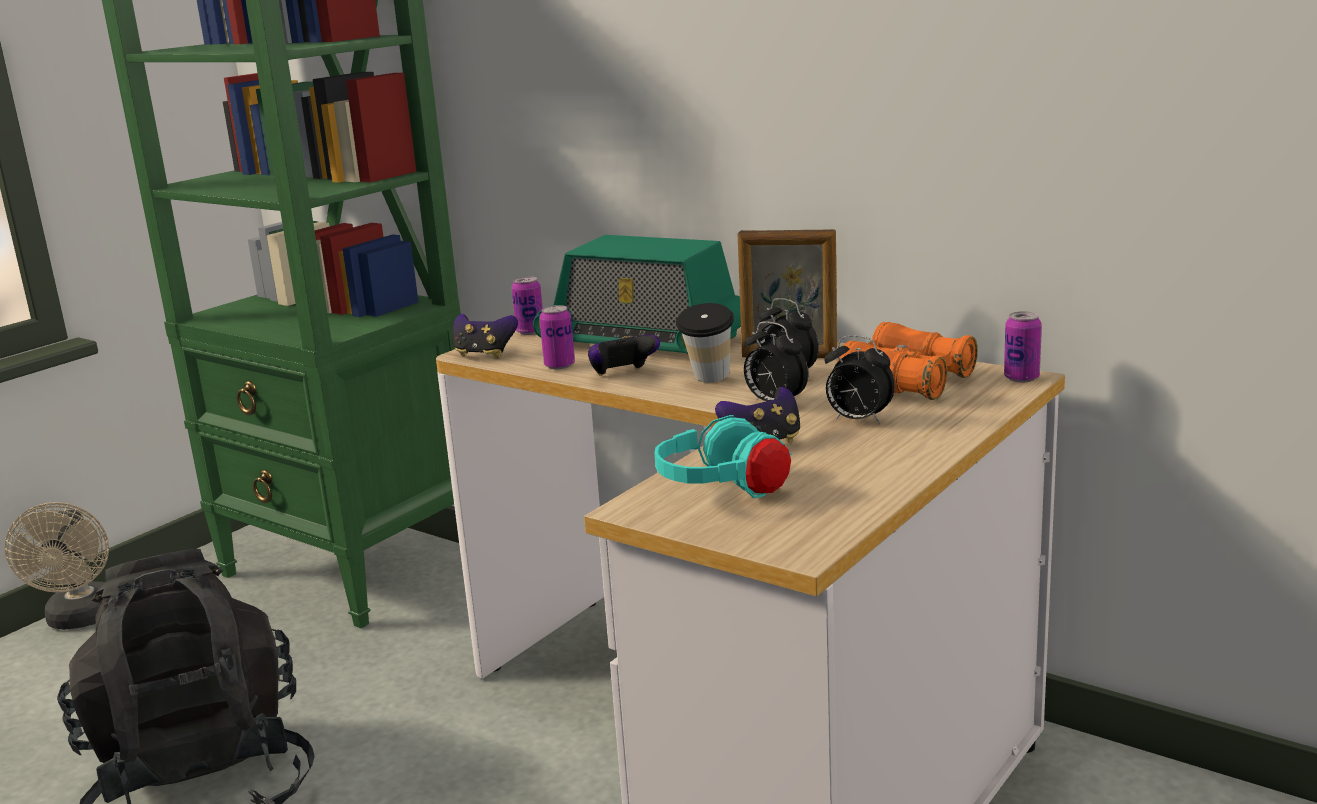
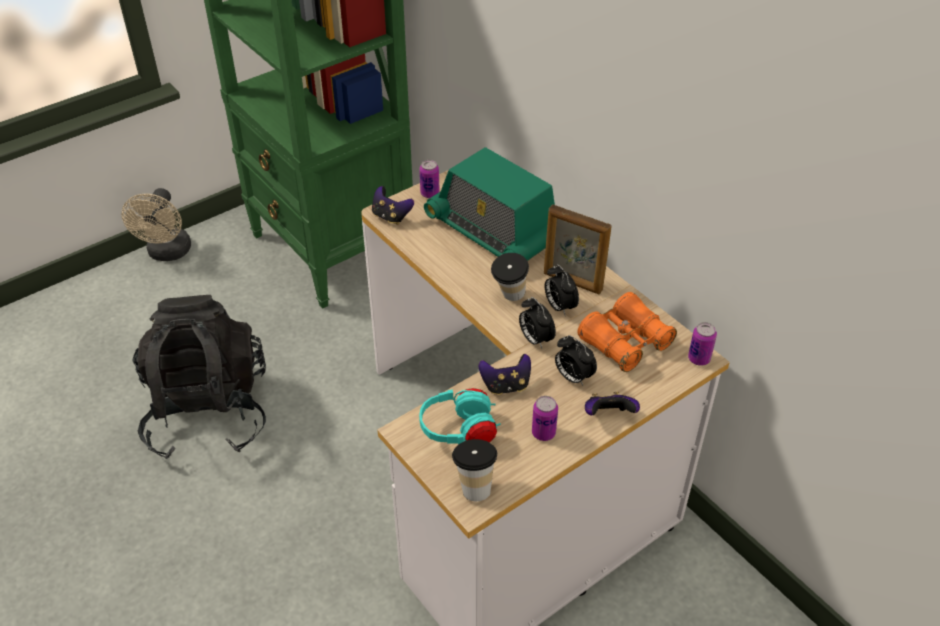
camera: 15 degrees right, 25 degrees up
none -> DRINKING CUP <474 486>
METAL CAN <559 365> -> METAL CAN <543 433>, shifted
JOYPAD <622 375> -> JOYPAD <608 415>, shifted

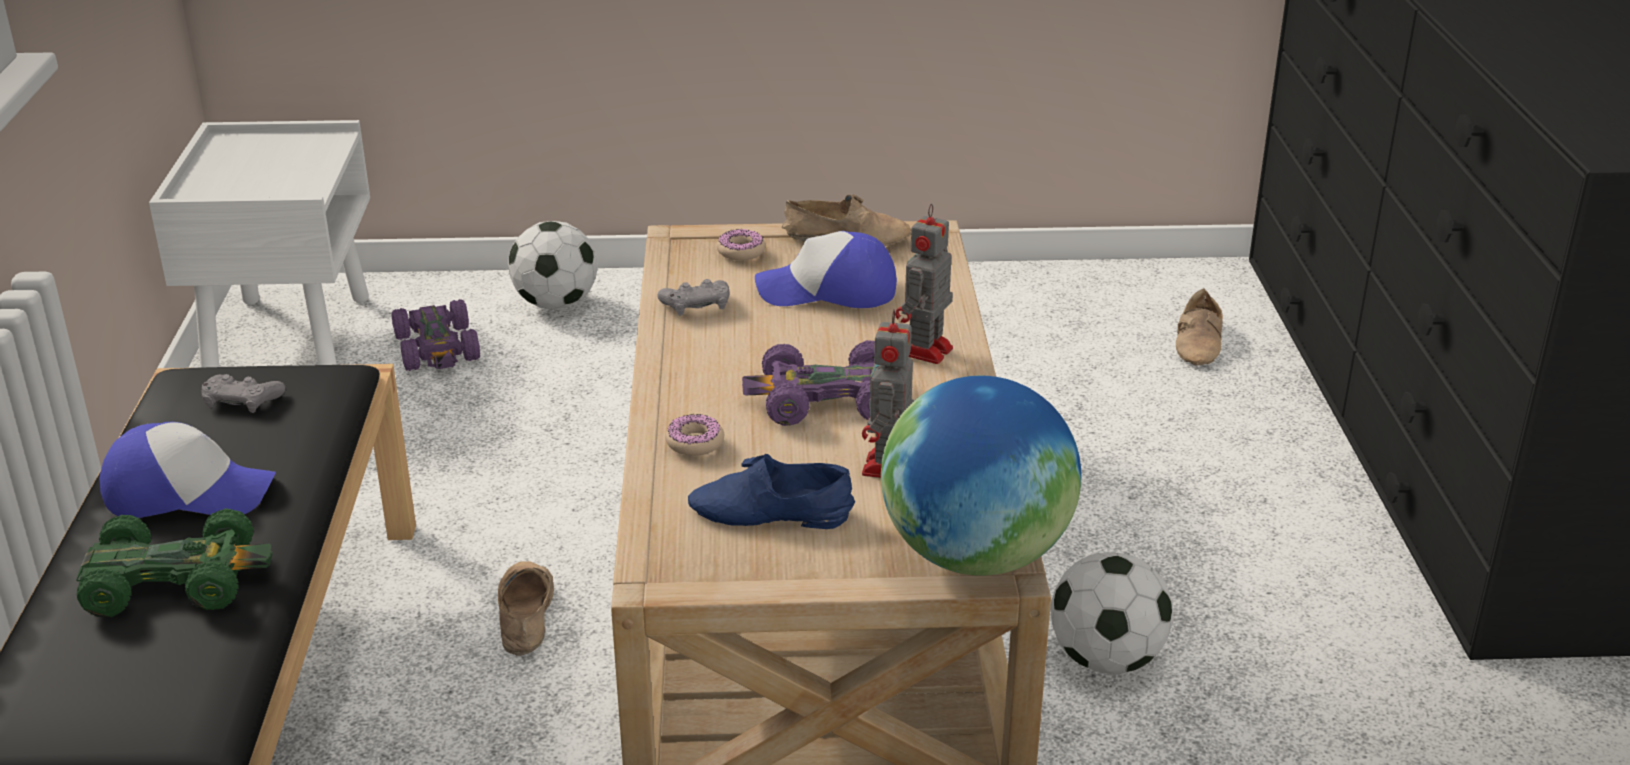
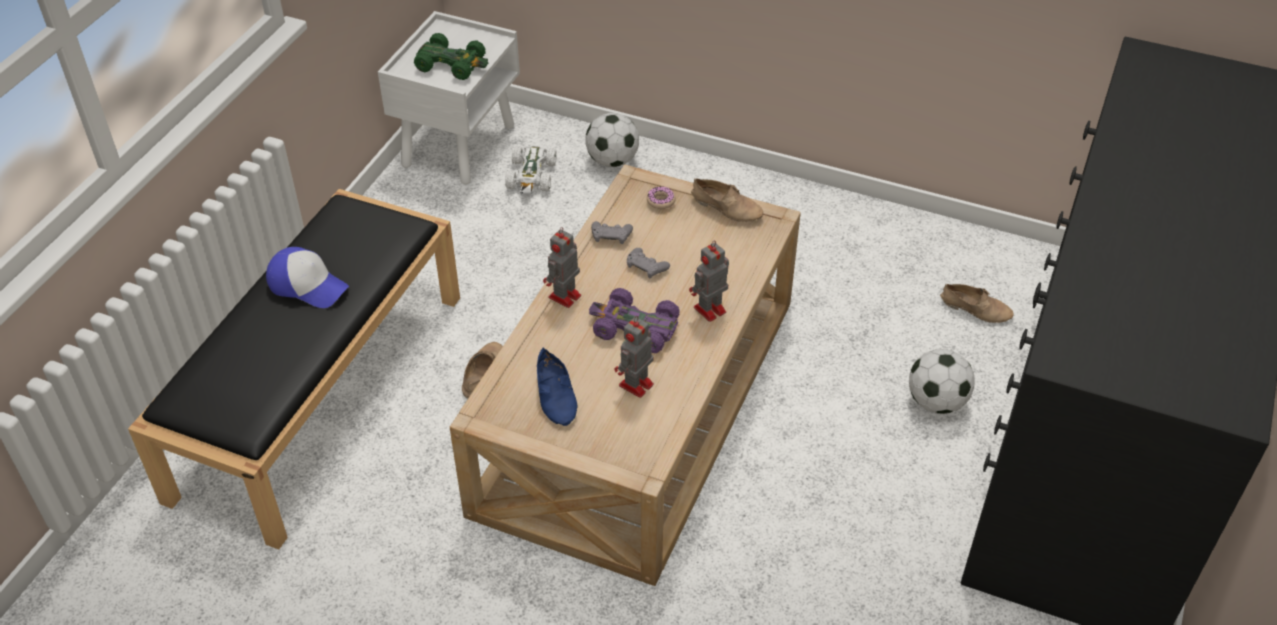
camera: 25 degrees right, 15 degrees up
GREEN MODEL CAR <176 580> -> GREEN MODEL CAR <452 64>, shifted
PURPLE MODEL CAR <438 349> -> WHITE-COLOURED MODEL CAR <531 176>
BLUE-COLOURED ITEM OF FOOTWEAR <770 514> -> BLUE-COLOURED ITEM OF FOOTWEAR <557 395>, 135 degrees counterclockwise
none -> ROBOT FIGURE <563 297>
GRAY JOYPAD <242 400> -> GRAY JOYPAD <646 266>, shifted
BALL FOR FOOTBALL <1106 659> -> BALL FOR FOOTBALL <936 402>, shifted
BEIGE-COLOURED ITEM OF FOOTWEAR <1201 343> -> BEIGE-COLOURED ITEM OF FOOTWEAR <976 308>, 105 degrees counterclockwise
RING DOUGHNUT <695 442> -> none
BASEBALL CAP <828 291> -> none
DESK GLOBE <977 556> -> none

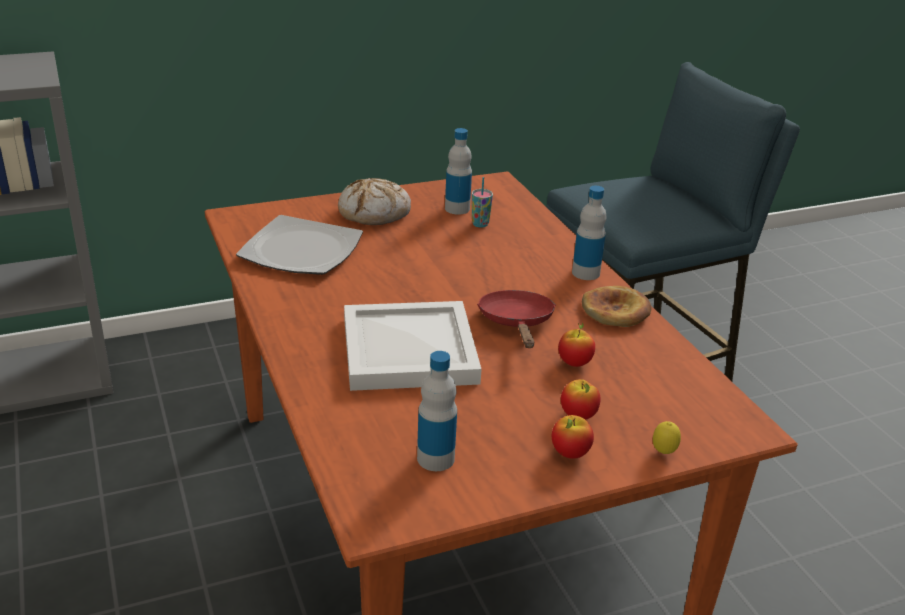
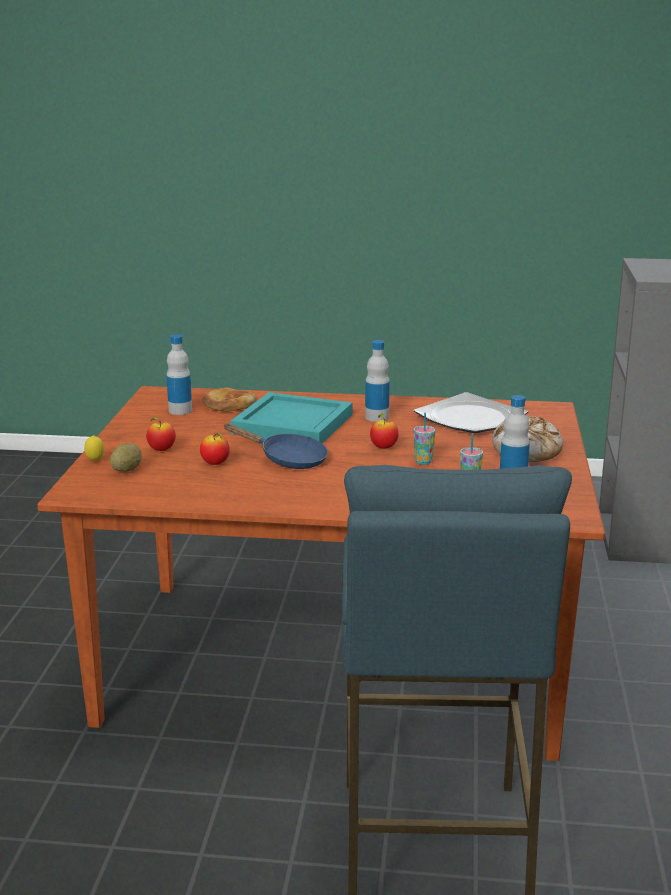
camera: 120 degrees right, 10 degrees down
none -> SPUD <126 470>
BREAD <615 311> -> BREAD <228 404>, shifted
REDDISH SKILLET <517 323> -> BLUE-COLOURED SKILLET <287 459>
WHITE-COLOURED SERVING TRAY <407 351> -> TURQUOISE-COLOURED SERVING TRAY <292 423>
BOTTLE <585 273> -> BOTTLE <377 417>, shifted
APPLE <570 453> -> APPLE <383 447>, shifted
none -> DRINKING CUP <423 462>

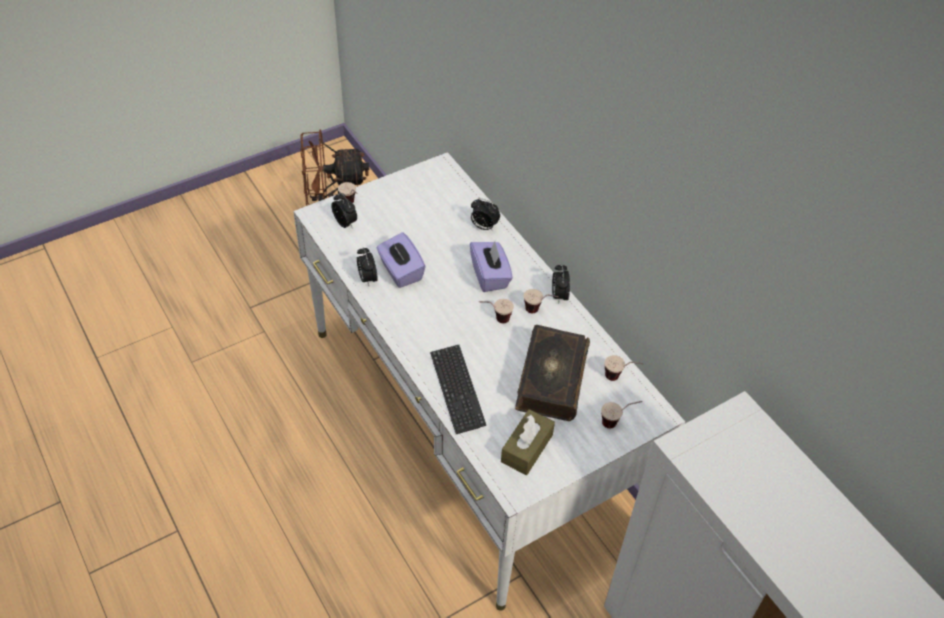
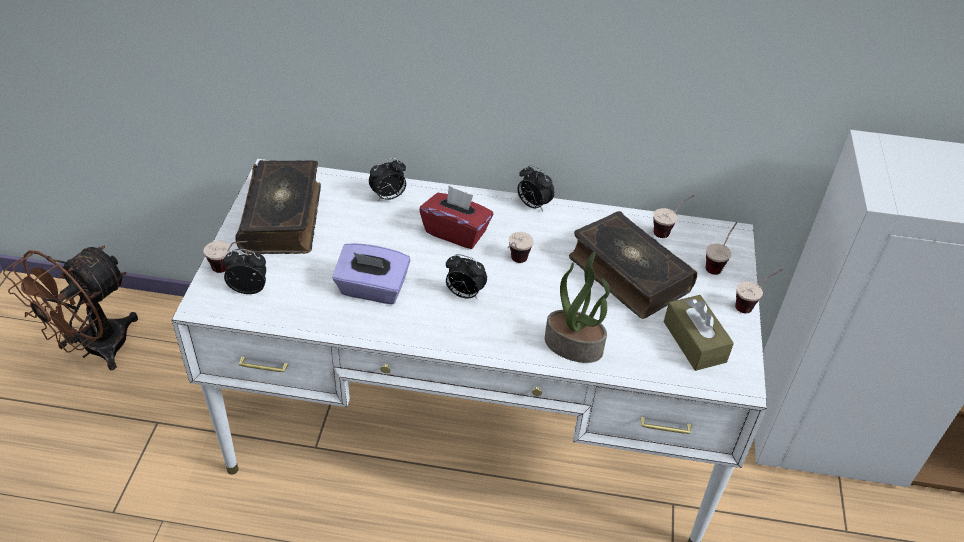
camera: 50 degrees left, 5 degrees down
none -> BOUND BOOK <283 217>
PURPLE BOX OF TISSUES <490 276> -> REDDISH BOX OF TISSUES <456 232>
ALARM CLOCK <367 278> -> ALARM CLOCK <464 294>, shifted
COMPUTER KEYBOARD <457 389> -> HOUSEPLANT <574 345>
DRINKING CUP <539 311> -> DRINKING CUP <752 305>, shifted

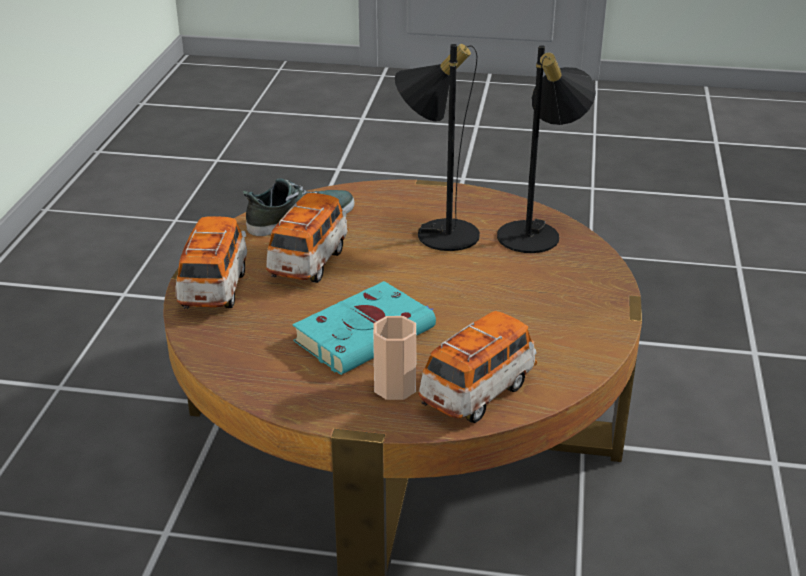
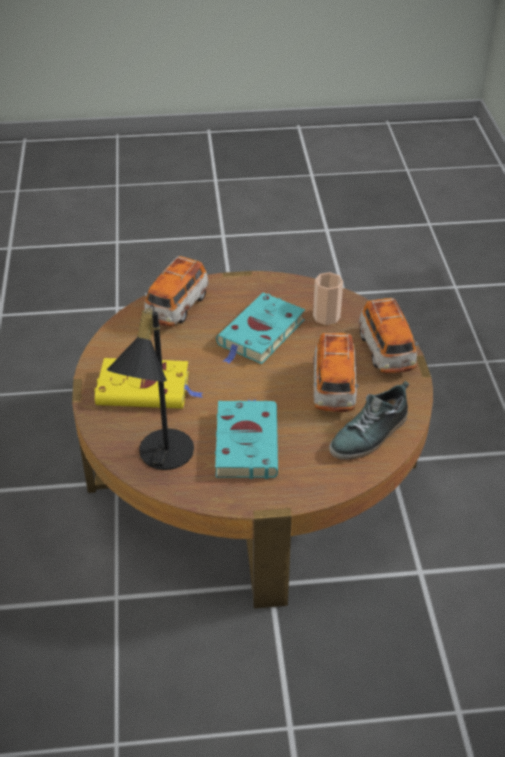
camera: 165 degrees right, 10 degrees up
none -> YELLOW-COLOURED BOUND BOOK <146 389>
BLACKISH LAMP FOR A TABLE <437 231> -> TURQUOISE-COLOURED BOUND BOOK <246 441>
DRINKING CUP <395 387> -> DRINKING CUP <326 316>, shifted

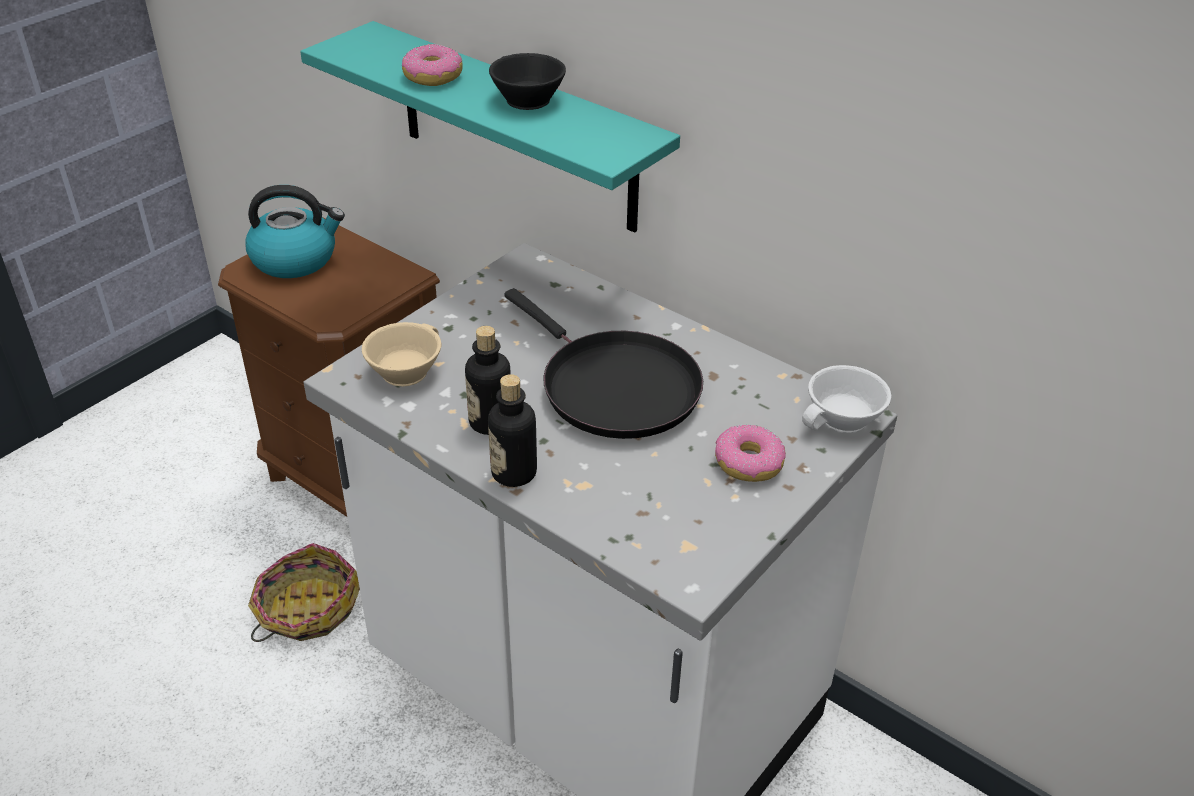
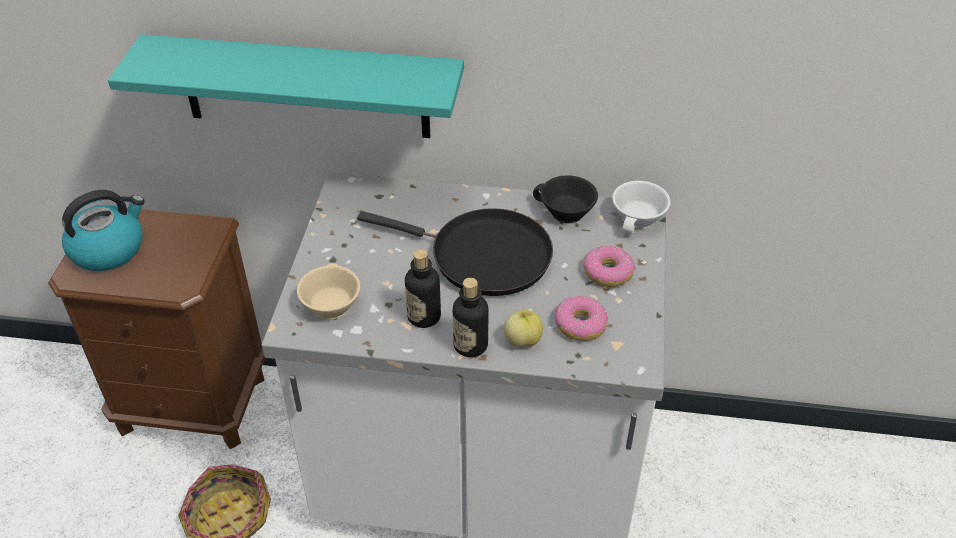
camera: 30 degrees left, 5 degrees up
none -> APPLE <522 340>
BLACKISH DRINKING CUP <524 99> -> BLACKISH DRINKING CUP <564 213>, shifted
RING DOUGHNUT <432 76> -> RING DOUGHNUT <580 325>, shifted

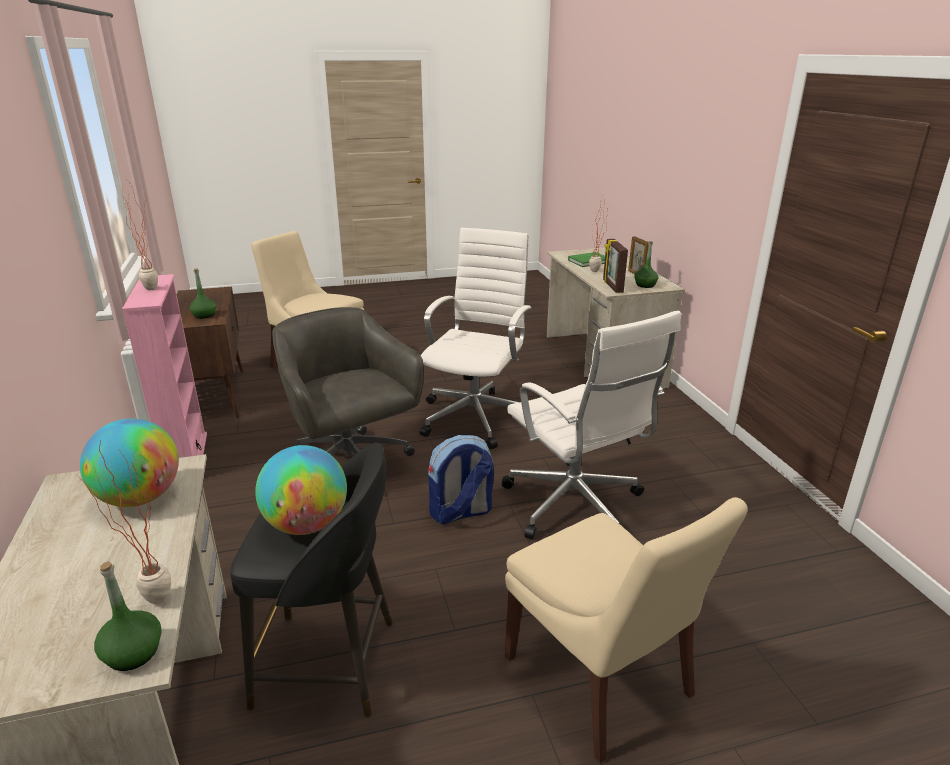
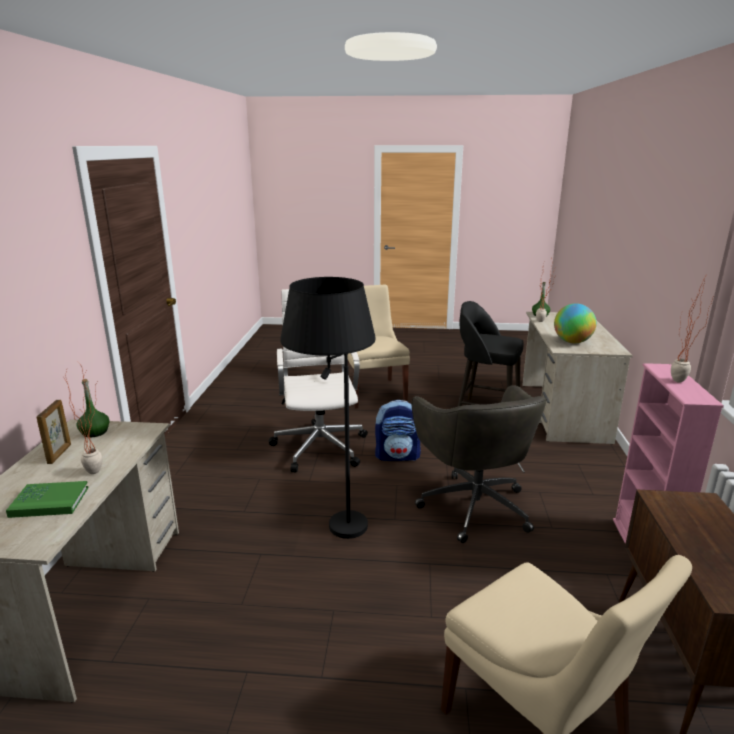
camera: 160 degrees left, 5 degrees down
WHITE-COLOURED COMPUTER CHAIR <476 416> -> BLACKISH STANDING LAMP <333 537>
GREEN BOTTLE <204 315> -> none
DESK GLOBE <306 525> -> none
PICTURE FRAME <612 286> -> none

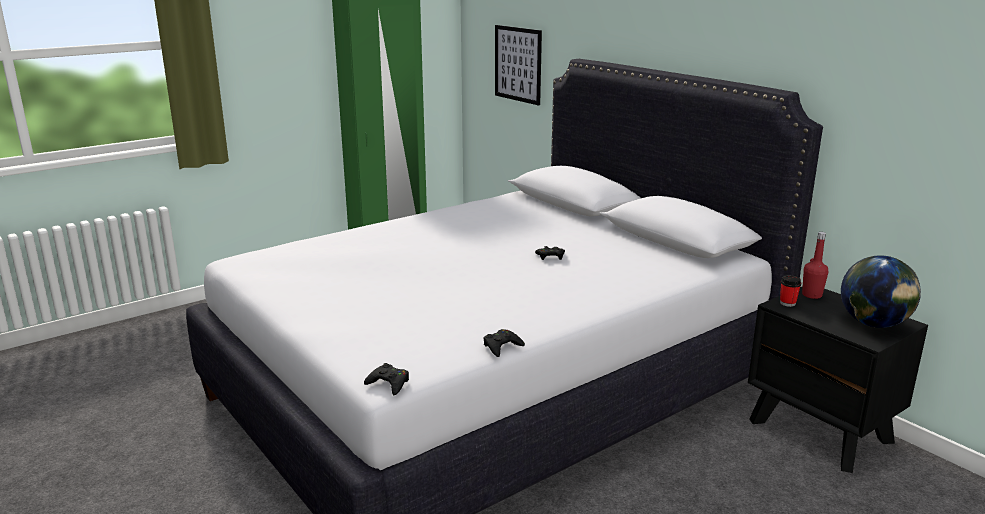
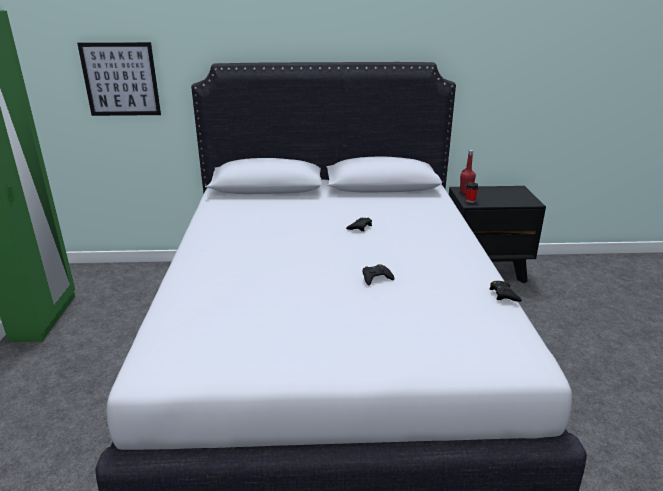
camera: 55 degrees left, 5 degrees up
BLACKISH JOYPAD <389 383> -> BLACKISH JOYPAD <376 278>, shifted
DESK GLOBE <873 324> -> none

